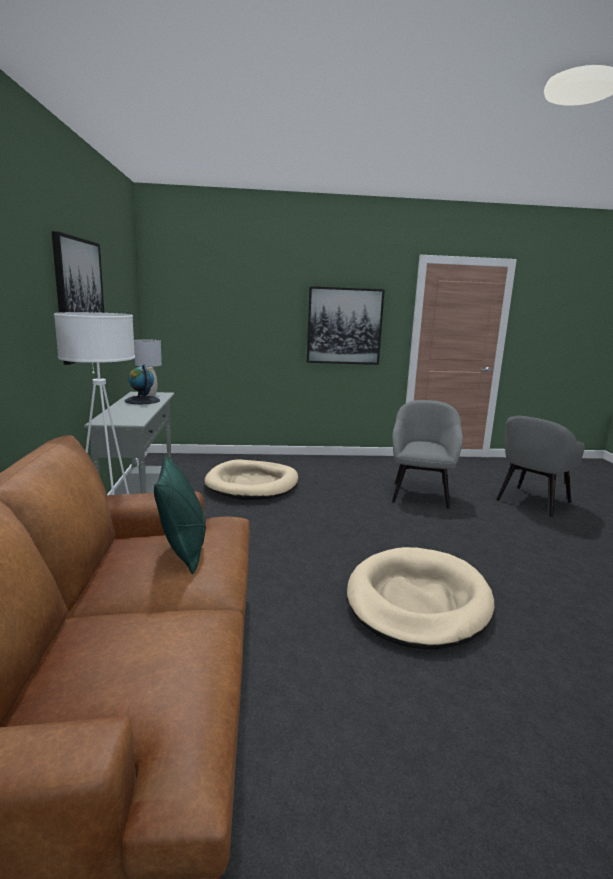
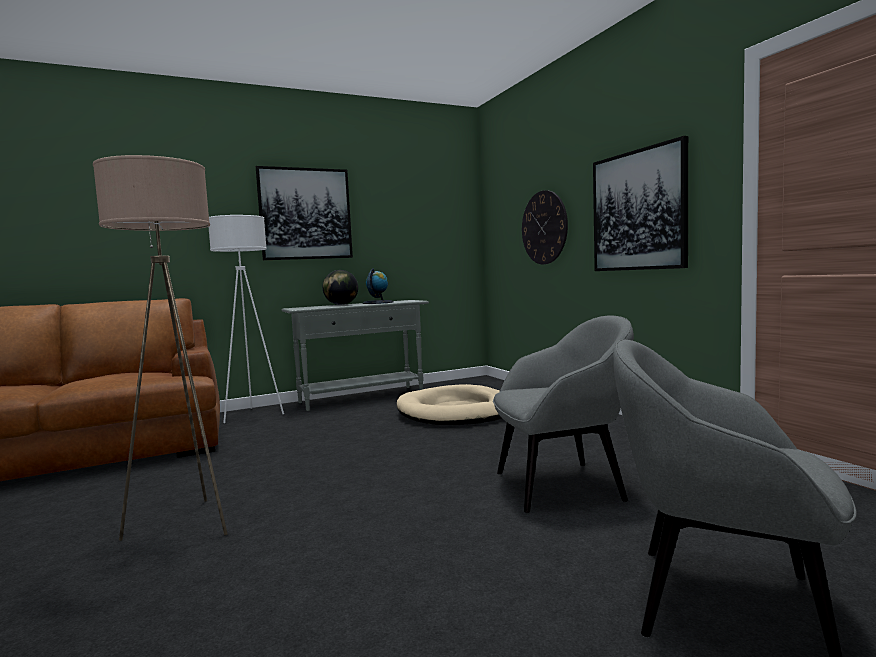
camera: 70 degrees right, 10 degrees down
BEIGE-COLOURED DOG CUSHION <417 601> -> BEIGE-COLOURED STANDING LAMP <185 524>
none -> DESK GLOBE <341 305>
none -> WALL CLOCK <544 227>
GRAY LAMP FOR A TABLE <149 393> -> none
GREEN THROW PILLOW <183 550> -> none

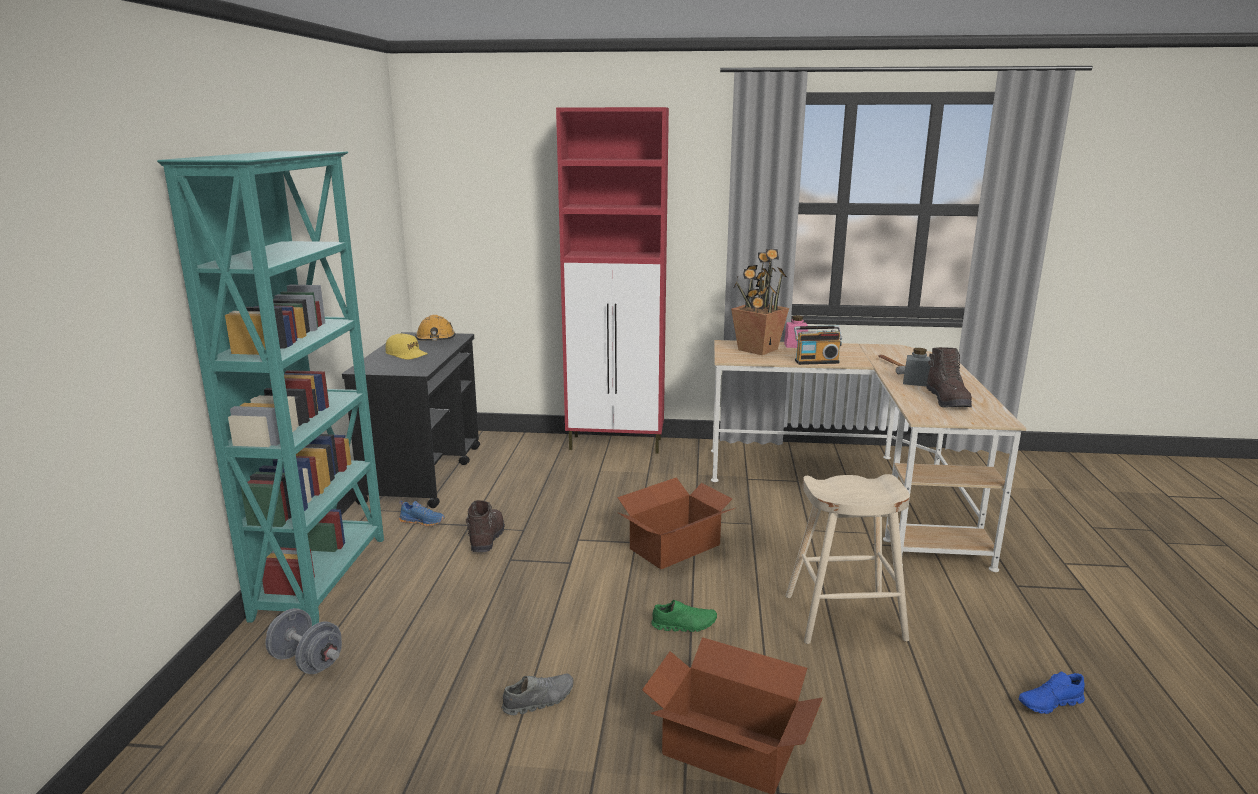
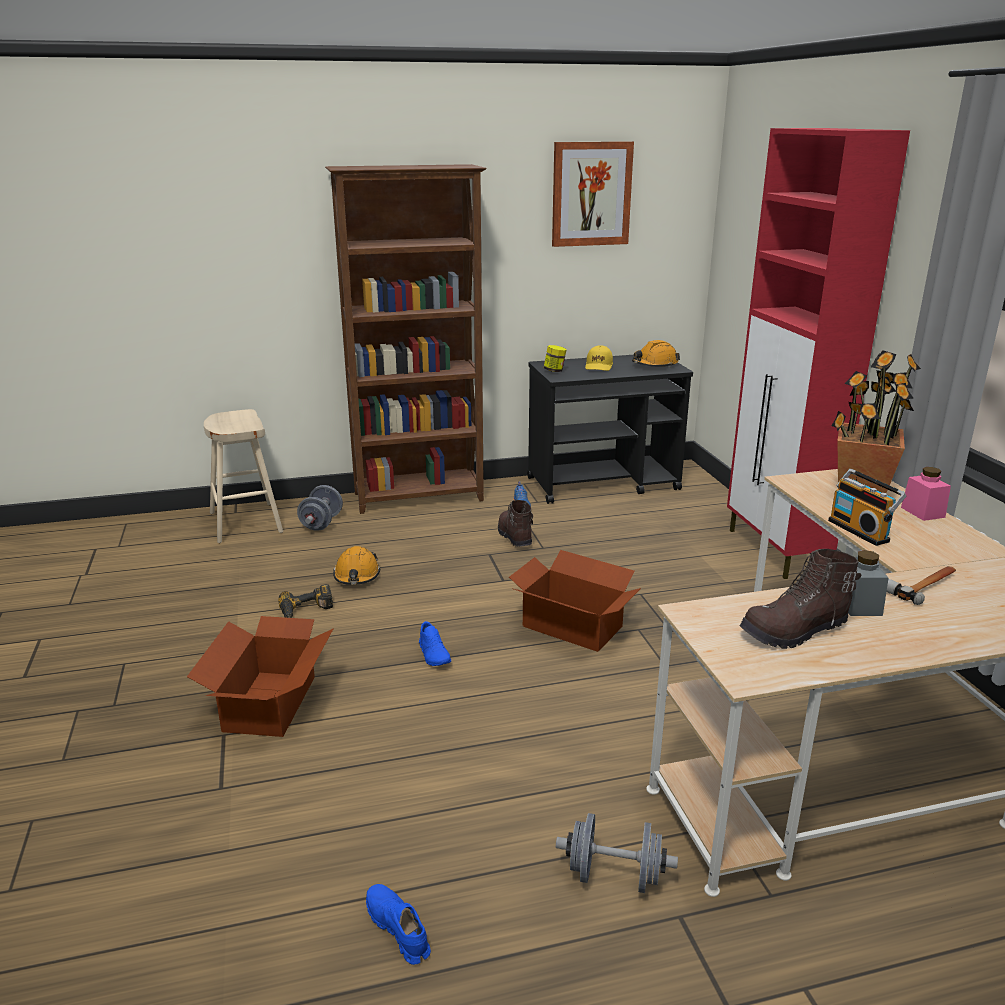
camera: 70 degrees right, 5 degrees up
BEIGE-COLOURED STOOL SEAT <845 617> -> BEIGE-COLOURED STOOL SEAT <246 522>, shifted
GRAY ITEM OF FOOTWEAR <539 700> -> ELECTRIC DRILL <306 610>
TURQUOISE-COLOURED BOOKCASE <324 576> -> BROWN-COLOURED BOOKCASE <420 497>
none -> ORANGEY WORK HELMET <357 575>
GREEN ITEM OF FOOTWEAR <684 625> -> BLUE-COLOURED ITEM OF FOOTWEAR <434 655>
BROWN-COLOURED HIGH-TOP BOOT <486 539> -> BROWN-COLOURED HIGH-TOP BOOT <514 536>, 90 degrees counterclockwise
none -> STORAGE JAR <554 371>
none -> WALL PICTURE <591 194>
none -> GRAY FREE WEIGHT <614 876>

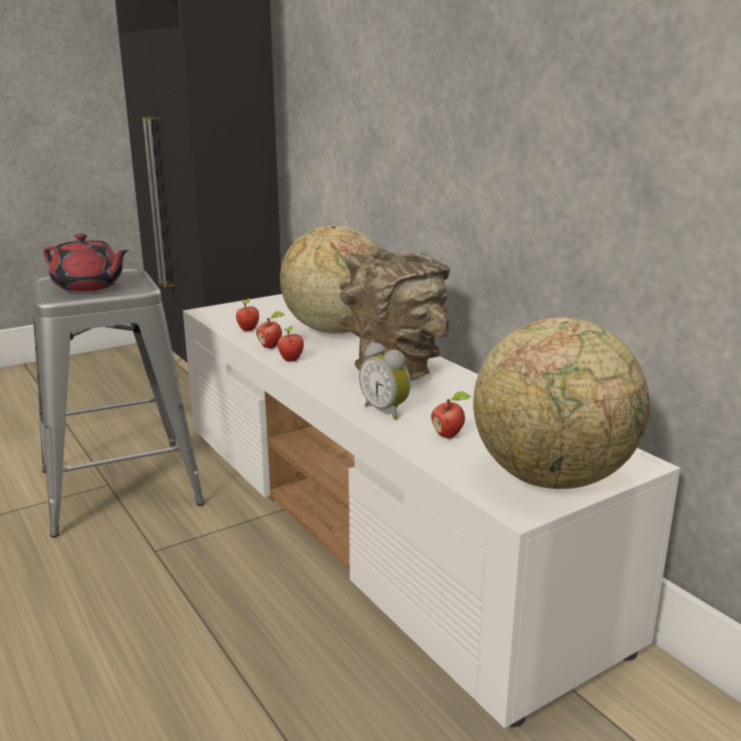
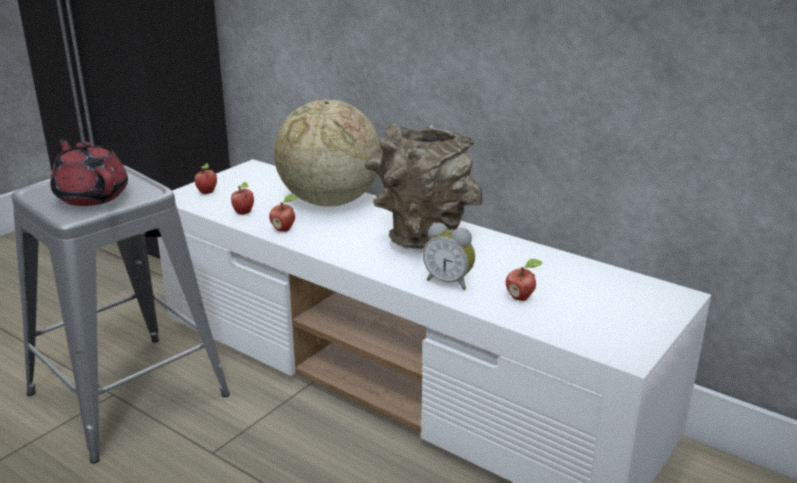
camera: 20 degrees left, 5 degrees up
REDDISH POT FOR TEA <88 286> -> REDDISH POT FOR TEA <91 196>, 135 degrees counterclockwise
APPLE <291 360> -> APPLE <207 192>, shifted
DESK GLOBE <553 478> -> none

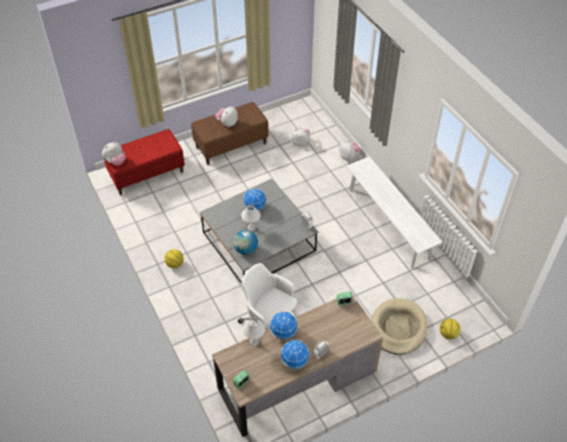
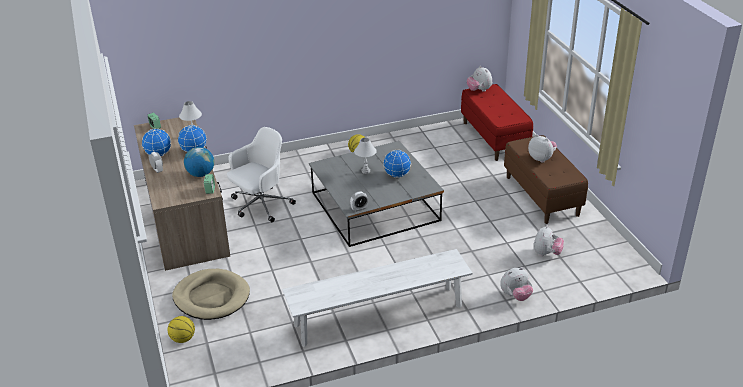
camera: 100 degrees right, 15 degrees down
DESK GLOBE <246 250> -> DESK GLOBE <201 174>, shifted

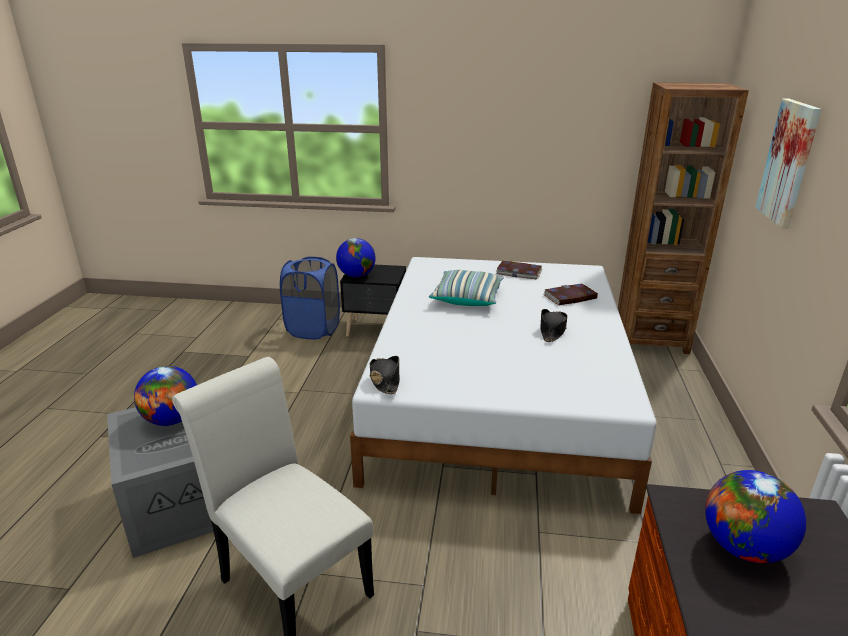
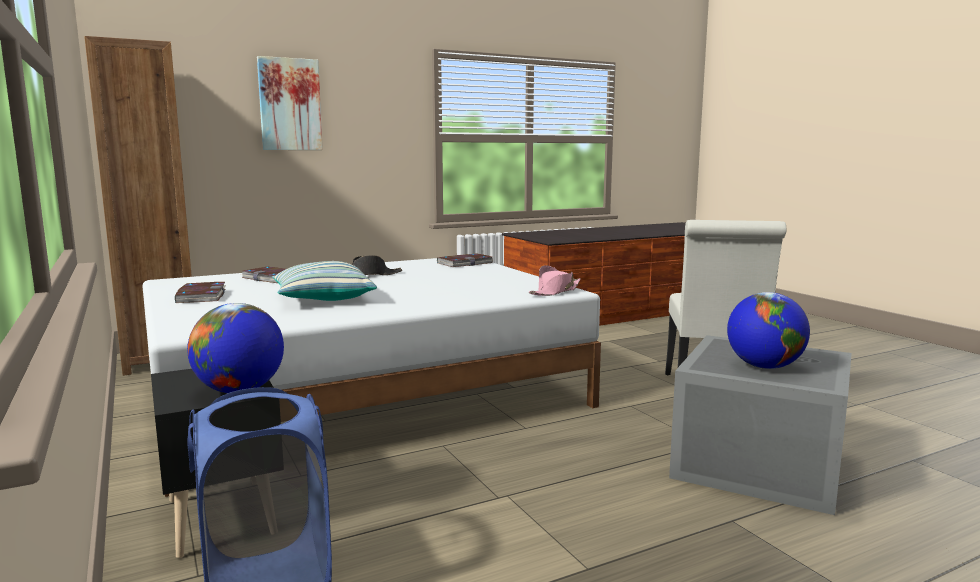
camera: 125 degrees left, 15 degrees down
none -> BOUND BOOK <465 263>
BLACKISH HAT <385 380> -> PINK HAT <555 291>
DESK GLOBE <743 548> -> none

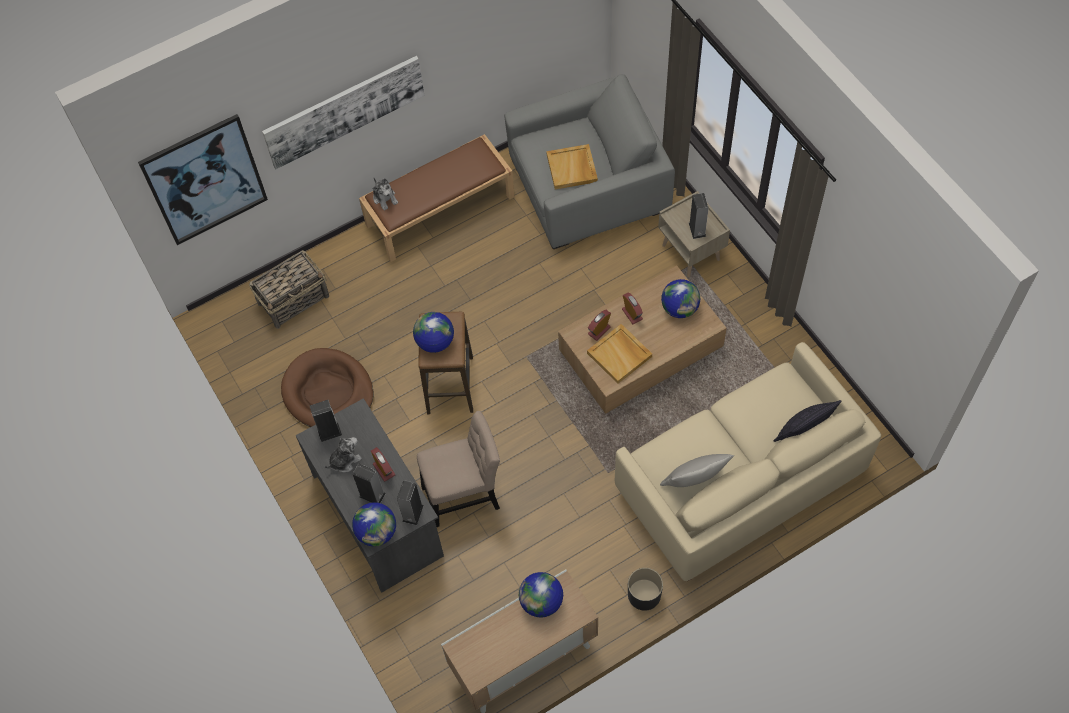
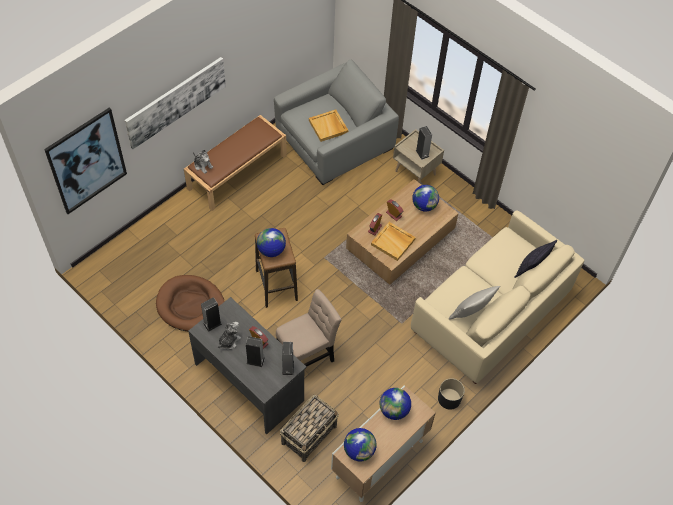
camera: 20 degrees left, 5 degrees down
STORAGE BASKET <294 299> -> STORAGE BASKET <309 434>, shifted
DESK GLOBE <377 532> -> DESK GLOBE <359 450>, shifted

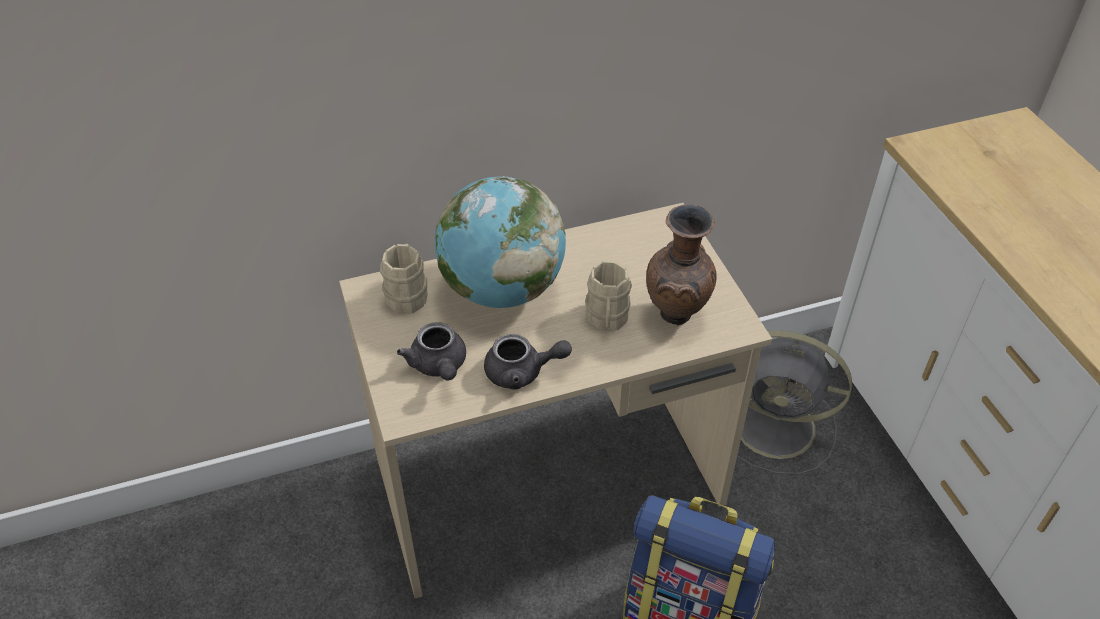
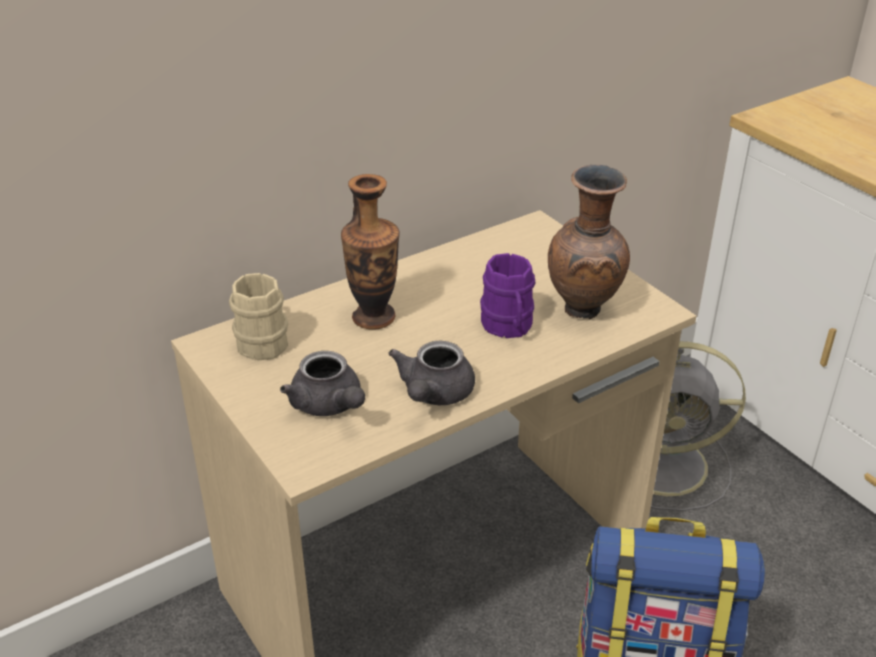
camera: 15 degrees left, 10 degrees down
DESK GLOBE <501 289> -> VASE <374 317>
GRAY POT FOR TEA <522 372> -> GRAY POT FOR TEA <433 394>, 120 degrees clockwise
BEIGE-COLOURED TEA MUG <607 320> -> PURPLE TEA MUG <508 327>

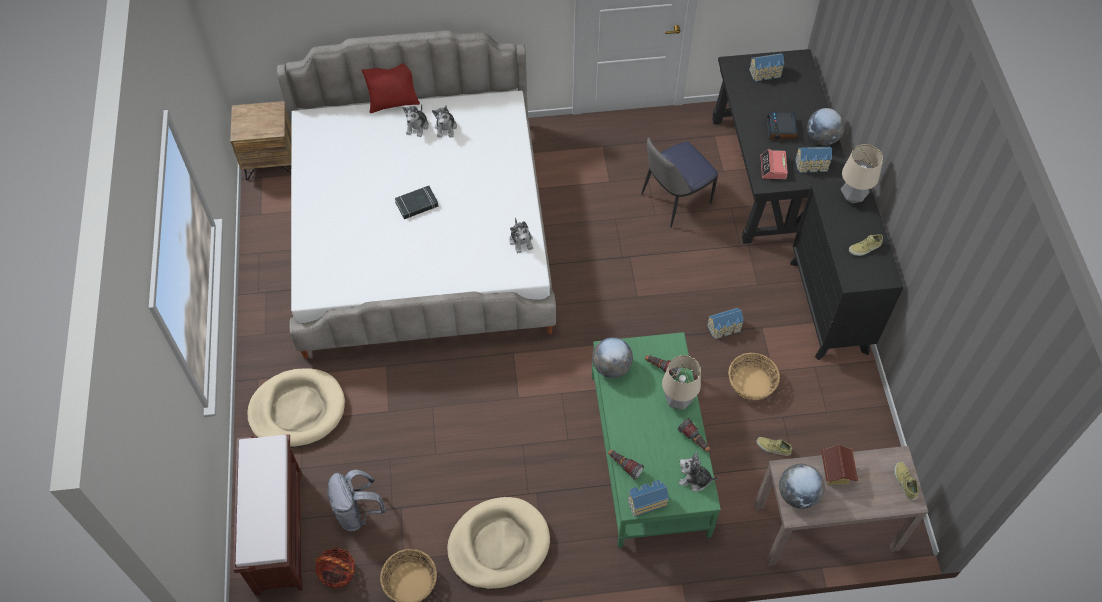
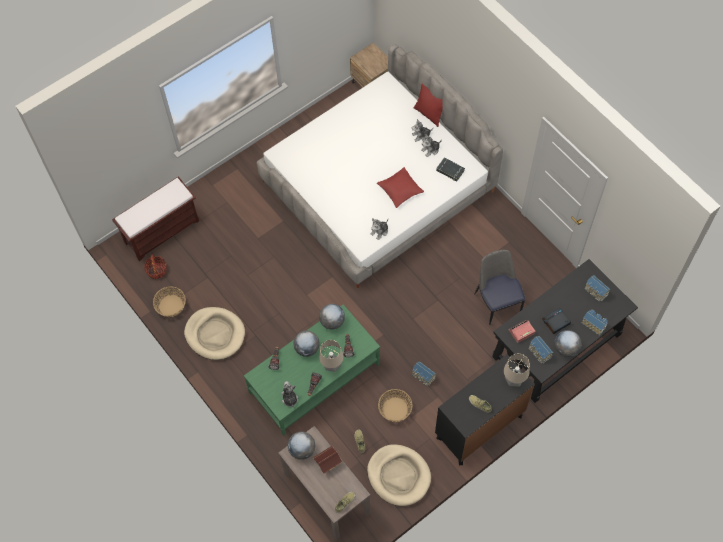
camera: 60 degrees right, 5 degrees up
none -> DESK GLOBE <307 348>
BEIGE-COLOURED DOG CUSHION <297 410> -> BEIGE-COLOURED DOG CUSHION <399 476>, shifted
none -> REDDISH THROW PILLOW <400 190>
BLACKISH BOUND BOOK <417 204> -> BLACKISH BOUND BOOK <450 170>, shifted
CHAIR <674 200> -> CHAIR <497 302>, 45 degrees clockwise
MINIATURE HOUSE <646 501> -> MINIATURE HOUSE <594 324>, shifted
GRAY BACKPACK <357 512> -> none

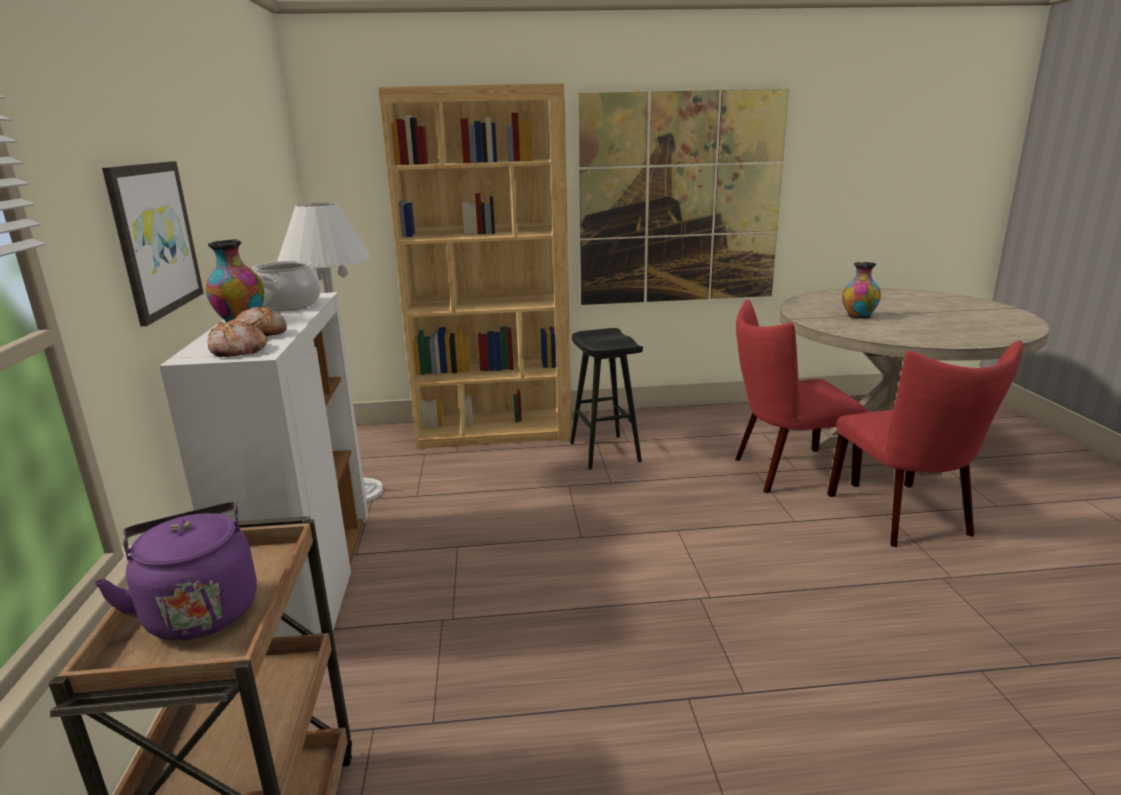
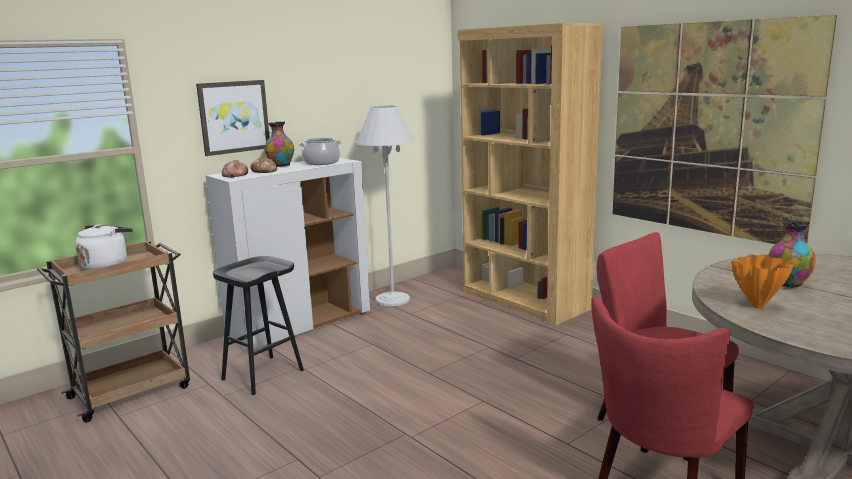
camera: 55 degrees right, 5 degrees down
PURPLE TEA KETTLE <200 610> -> WHITE-COLOURED TEA KETTLE <106 265>
BLACKISH STOOL SEAT <603 451> -> BLACKISH STOOL SEAT <263 374>, shifted
none -> ORANGEY VASE <758 306>

